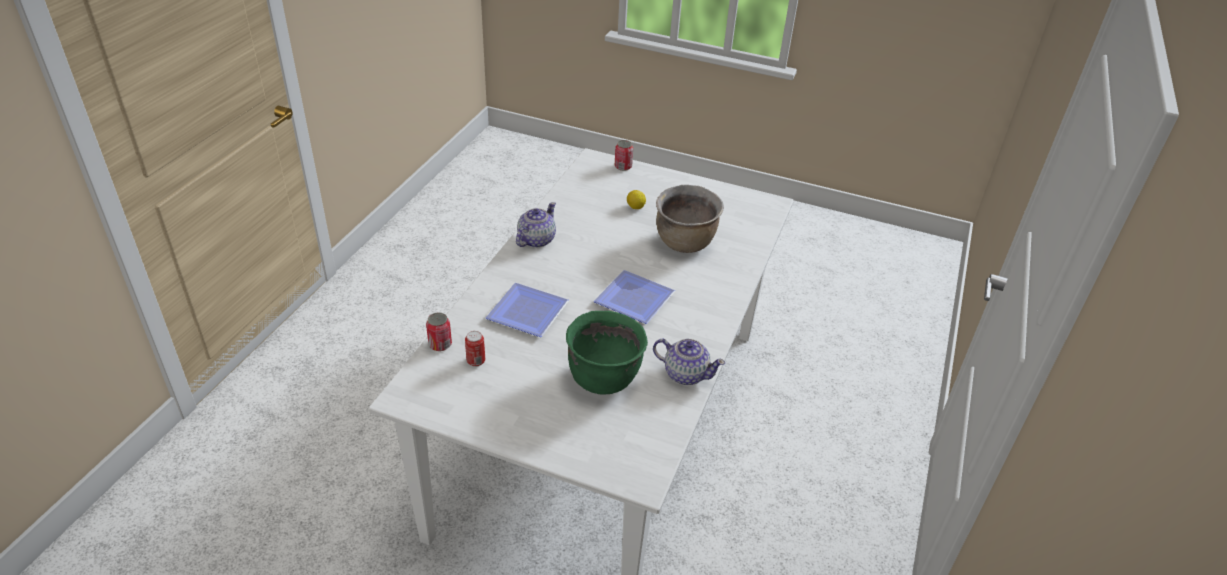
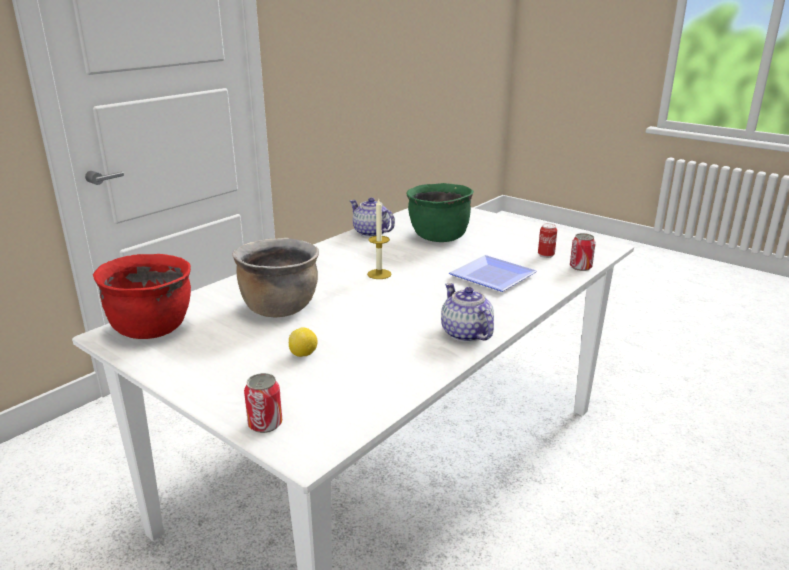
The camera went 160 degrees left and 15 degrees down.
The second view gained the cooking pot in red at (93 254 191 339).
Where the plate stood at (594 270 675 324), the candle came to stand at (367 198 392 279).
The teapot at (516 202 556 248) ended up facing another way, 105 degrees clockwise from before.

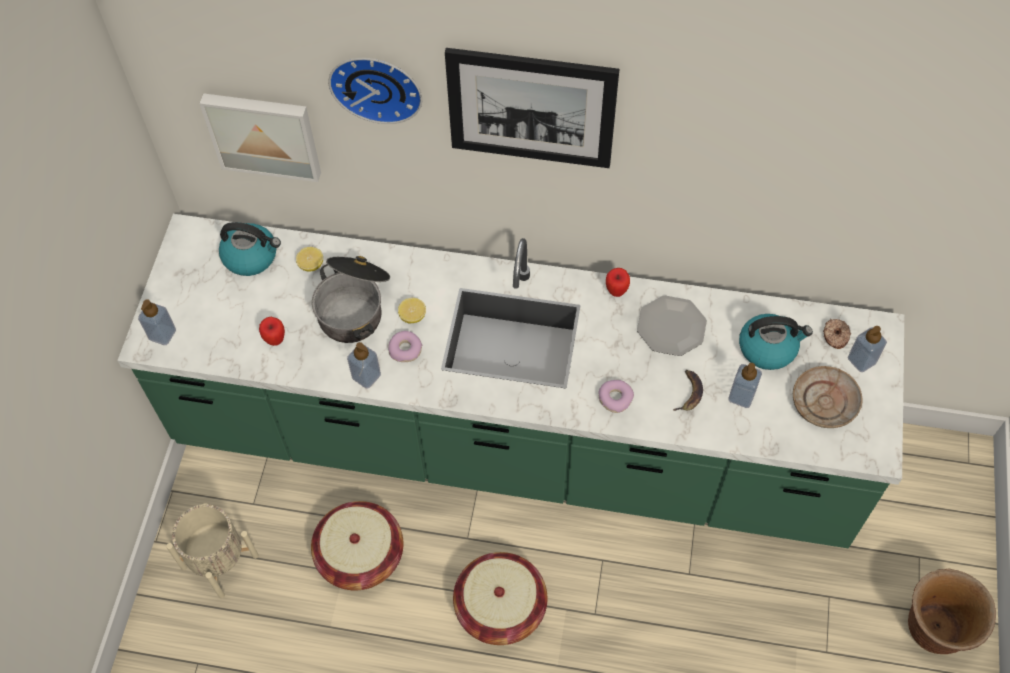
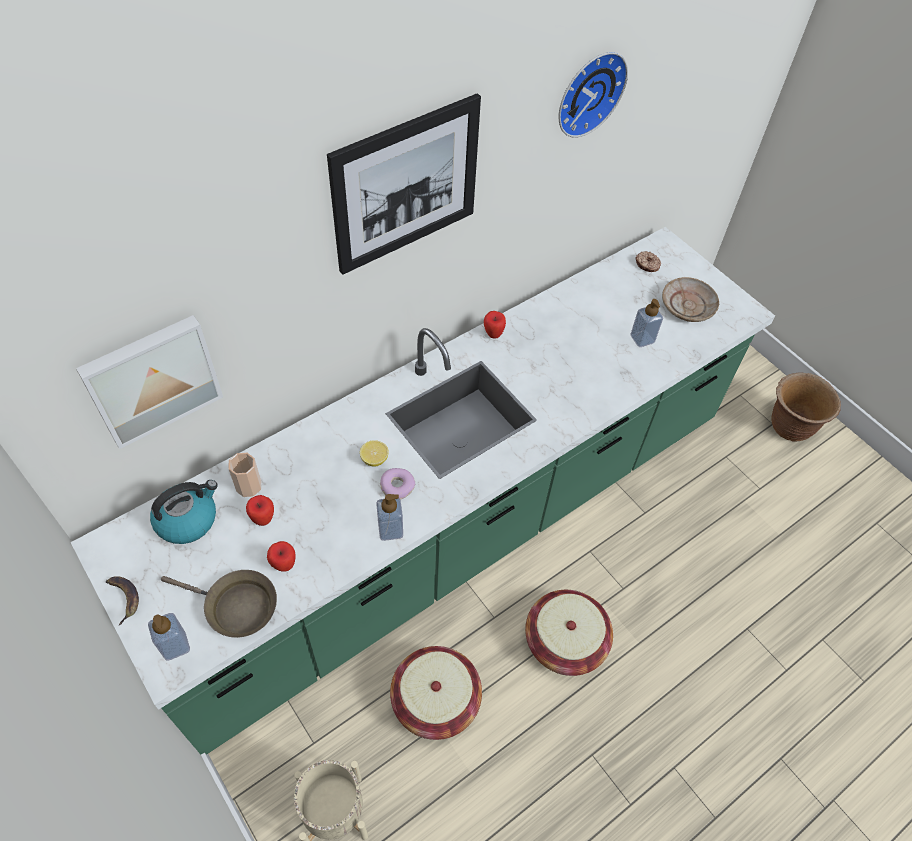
The camera went 50 degrees left and 5 degrees down.
The banana ended up elsewhere, having gone from (673 370 703 411) to (106 576 139 625).
The second view gained the frying pan in brown at (161 570 277 638).
Where the lemon stood at (296 247 323 272), the cup came to stand at (228 453 261 497).
The second view gained the apple at (246 495 274 526).
The wall clock ended up elsewhere, having gone from (328 58 422 124) to (559 52 628 138).
The second view lost the cooking pot at (312 256 390 343).
The second view lost the donut at (598 380 634 413).
The second view lost the plate at (637 295 707 356).
The second view lost the kettle at (739 314 813 370).
The second view lost the soap dispenser at (848 326 887 372).

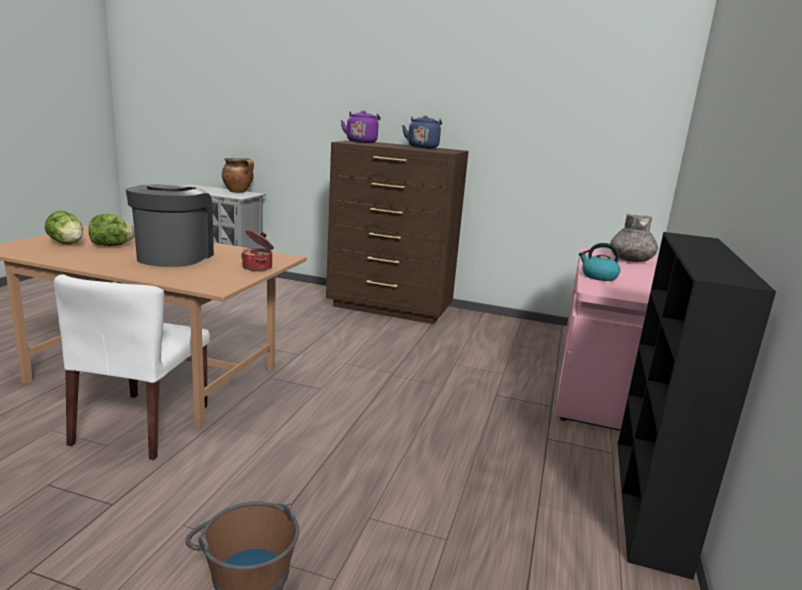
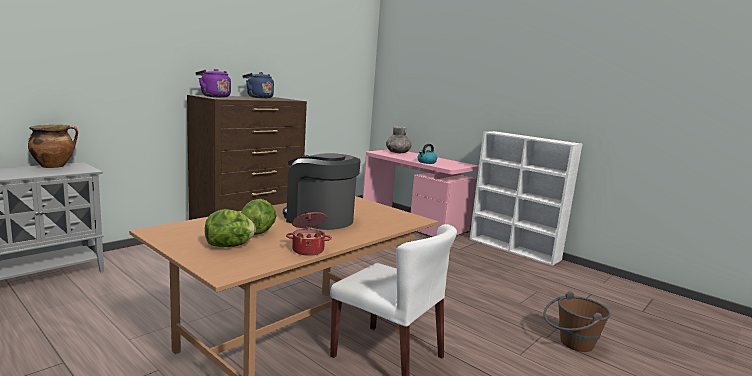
The camera went 65 degrees left and 5 degrees down.
The cooking pot ended up elsewhere, having gone from (241 230 274 271) to (286 211 332 256).
What was the bookcase in black at (618 232 776 580) turned into the bookcase in white at (470 131 582 266).

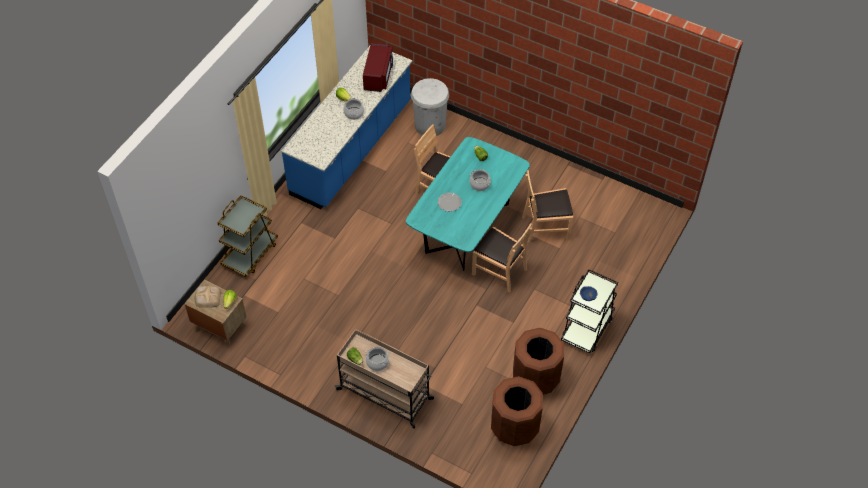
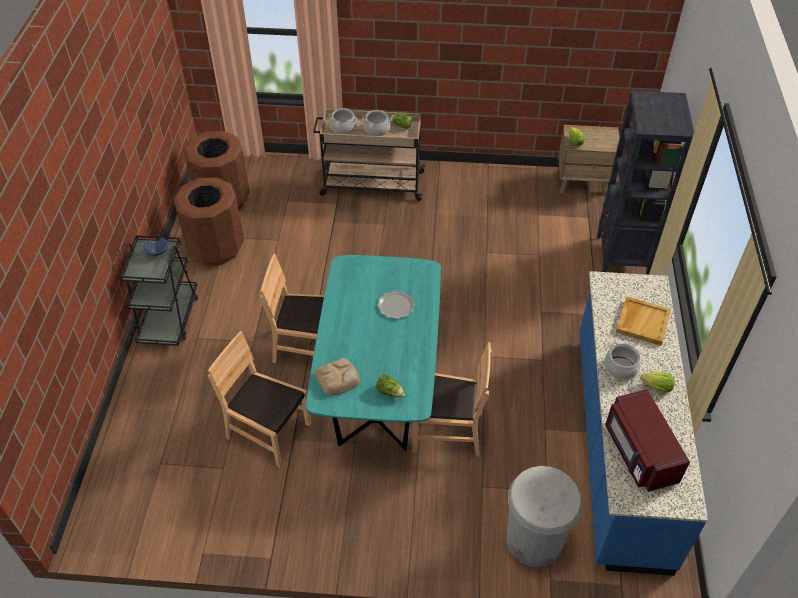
The camera went 155 degrees right and 5 degrees down.
The chair in brown at (522 170 573 243) ended up facing another way, 120 degrees counterclockwise from before.
The bread ended up elsewhere, having gone from (194 286 221 308) to (315 358 360 396).
The cooking pot ended up elsewhere, having gone from (470 169 491 191) to (329 108 357 134).
Where the cart in brown stood at (218 195 278 277), the bookcase in black came to stand at (597 90 694 275).
The second view gained the tray in beige at (615 296 671 346).

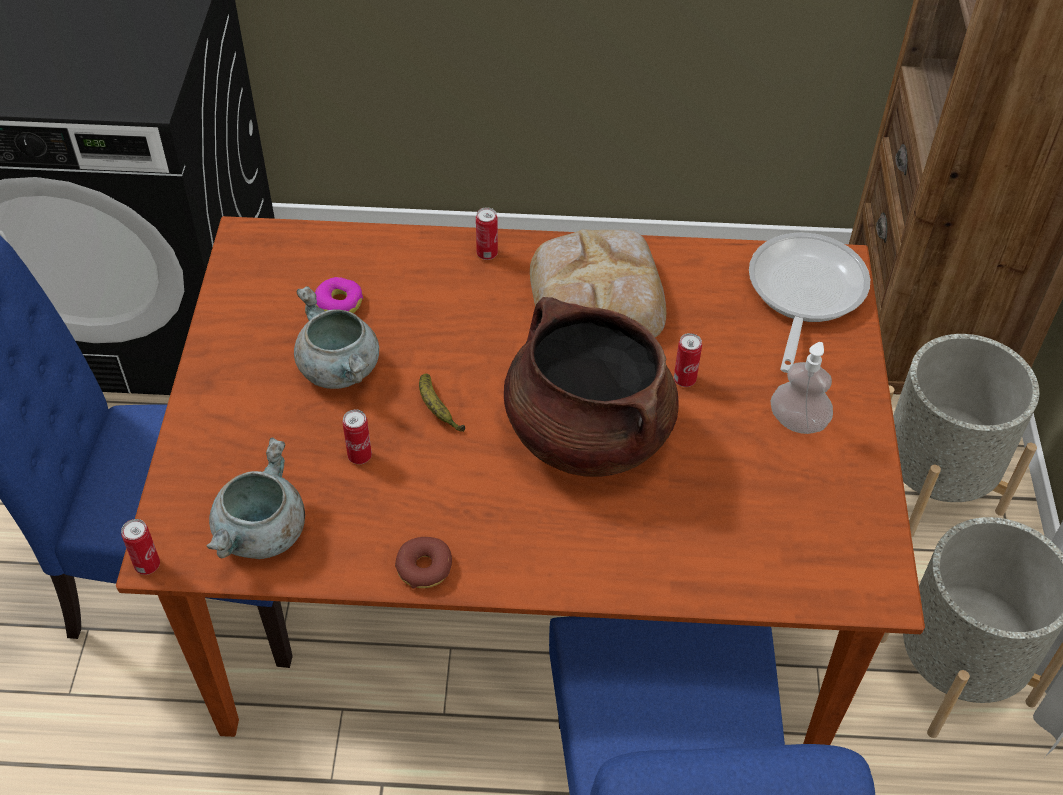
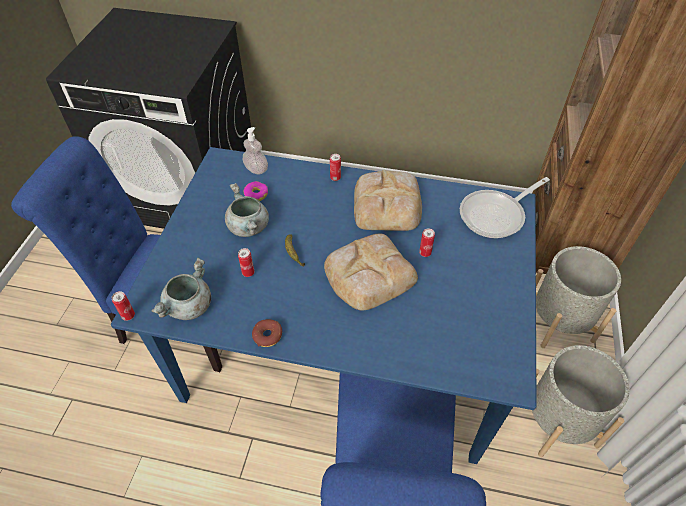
The camera went 10 degrees right and 0 degrees up.
What was the dining table in brown at (116 216 925 745) turned into the dining table in blue at (111 147 537 464).
The soap dispenser ended up elsewhere, having gone from (770 342 833 434) to (243 127 268 174).
Where the cooking pot in brown stood at (504 297 679 477), the bread came to stand at (324 233 418 310).
The frying pan at (749 233 870 373) ended up facing another way, 150 degrees counterclockwise from before.

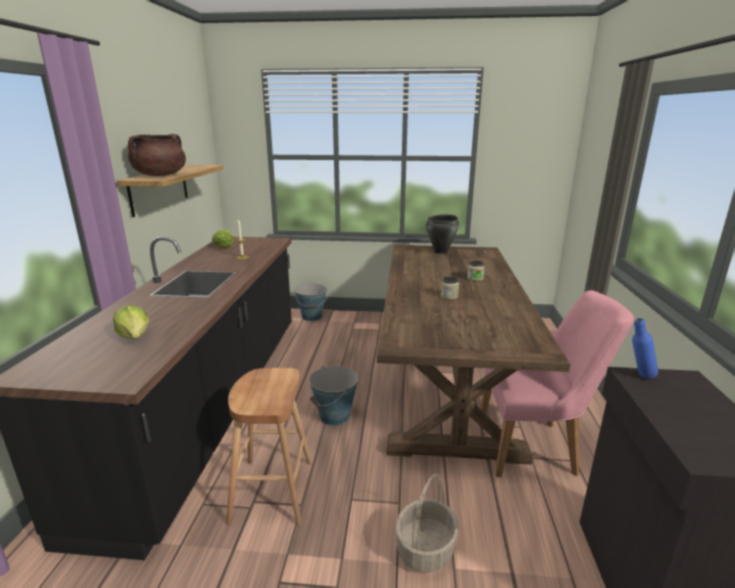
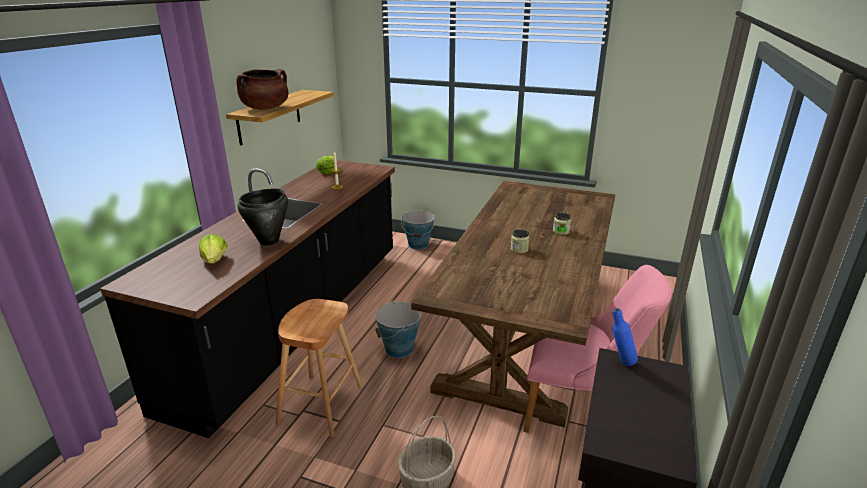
The camera went 15 degrees right and 5 degrees up.
The cooking pot in black ended up elsewhere, having gone from (426 214 459 254) to (238 188 288 246).

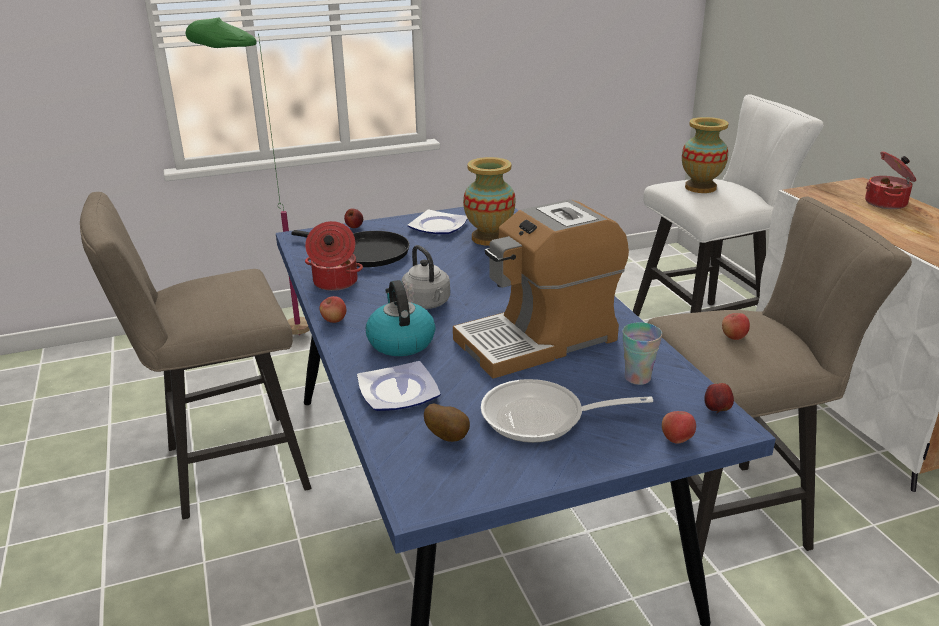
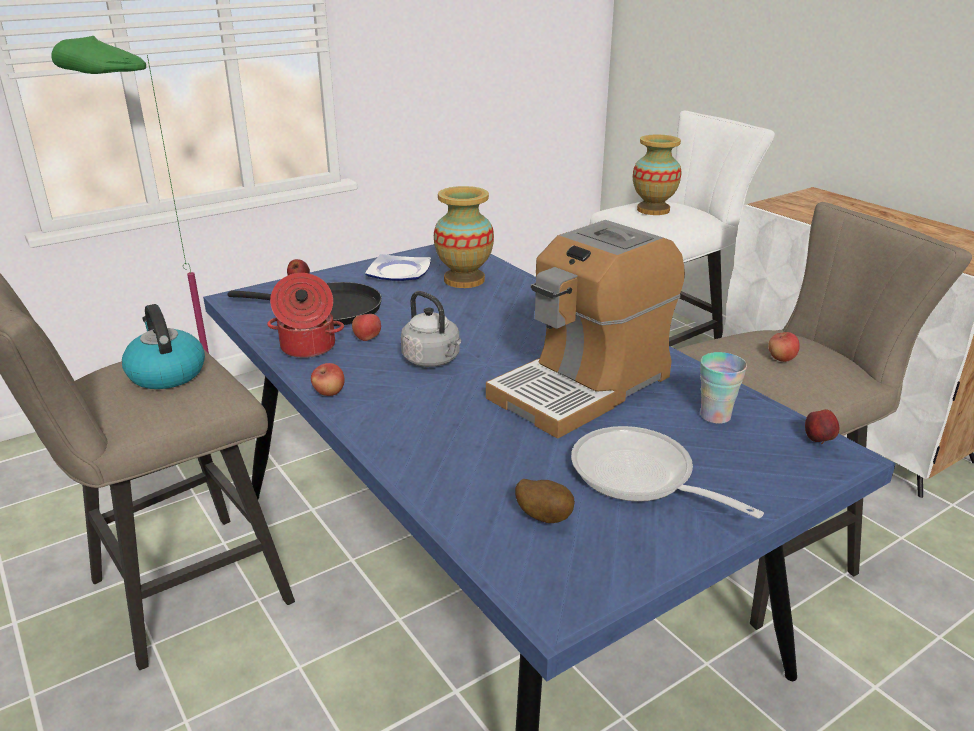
The camera went 15 degrees left and 0 degrees up.
The kettle ended up elsewhere, having gone from (366 280 435 356) to (122 304 205 389).
The apple ended up elsewhere, having gone from (662 411 696 443) to (352 314 381 341).
The frying pan at (481 379 653 443) ended up facing another way, 60 degrees clockwise from before.
The second view lost the plate at (357 361 441 411).
The second view lost the cooking pot at (865 151 916 209).

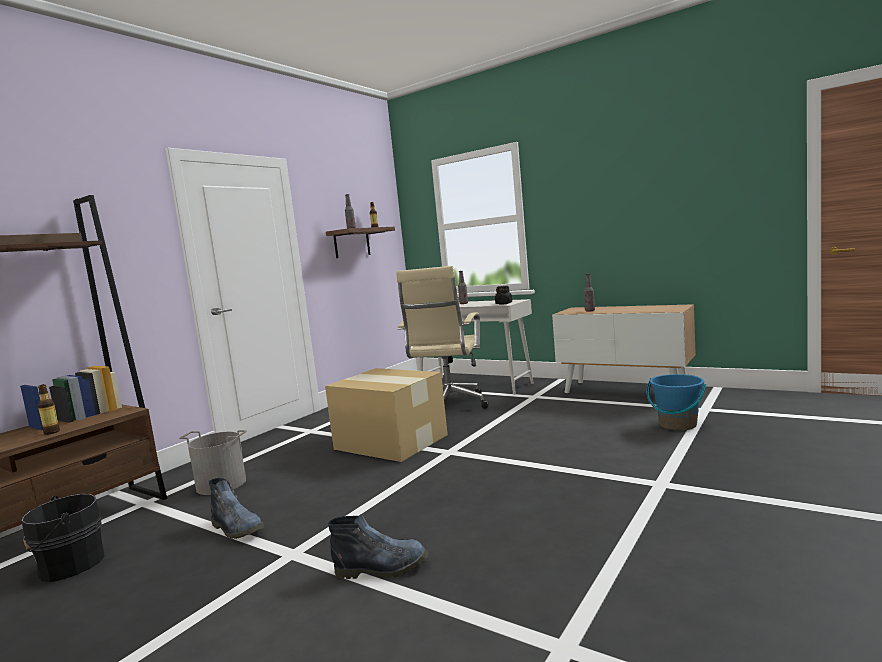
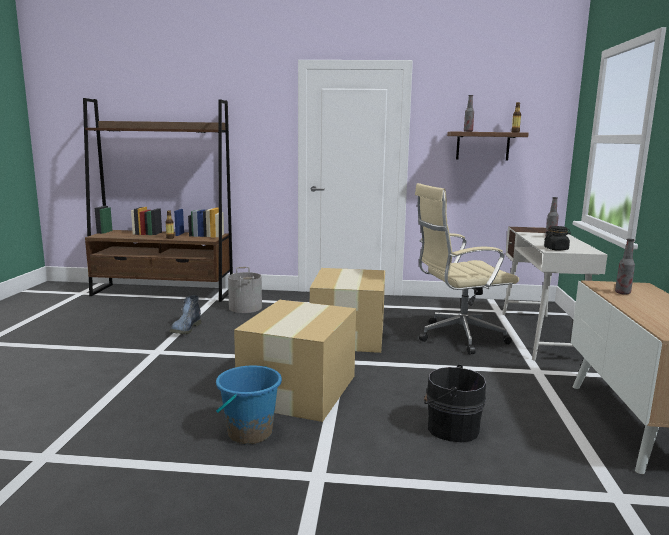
The camera went 60 degrees right and 5 degrees up.
The bucket in blue ended up elsewhere, having gone from (647 374 706 431) to (216 366 282 444).
The second view gained the cardboard box at (234 300 356 422).
The bucket in black ended up elsewhere, having gone from (22 494 105 582) to (424 364 486 442).
The second view lost the boot at (328 514 429 579).

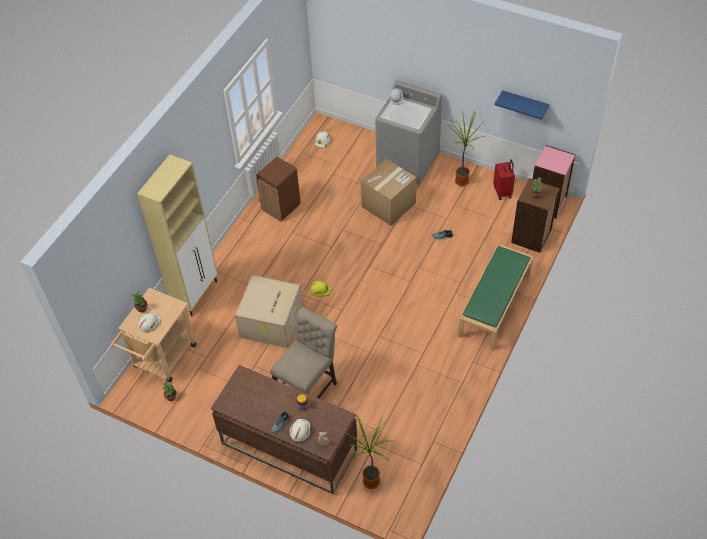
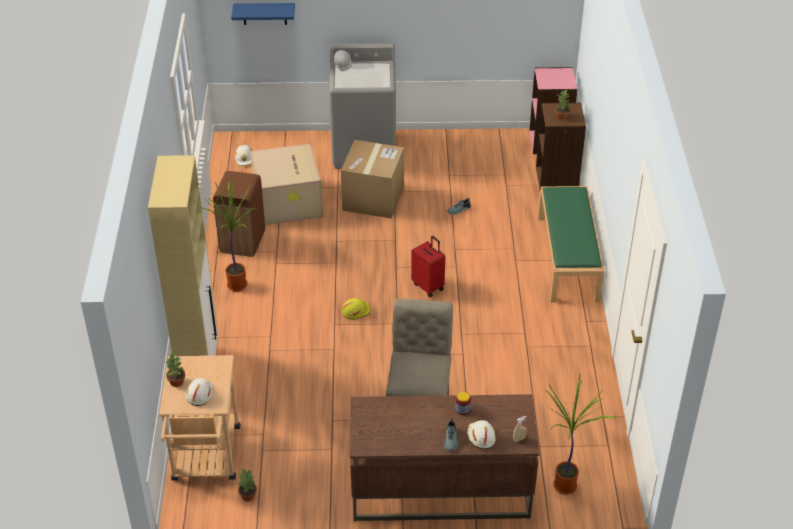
The camera went 30 degrees left and 10 degrees down.
The potted plant ended up elsewhere, having gone from (448 111 485 187) to (203 178 258 291).
The shelf in blue ended up elsewhere, having gone from (495 90 549 120) to (231 3 295 25).
The cardboard box ended up elsewhere, having gone from (235 275 303 348) to (250 143 323 225).
The suitcase in red ended up elsewhere, having gone from (493 160 515 200) to (411 236 445 297).

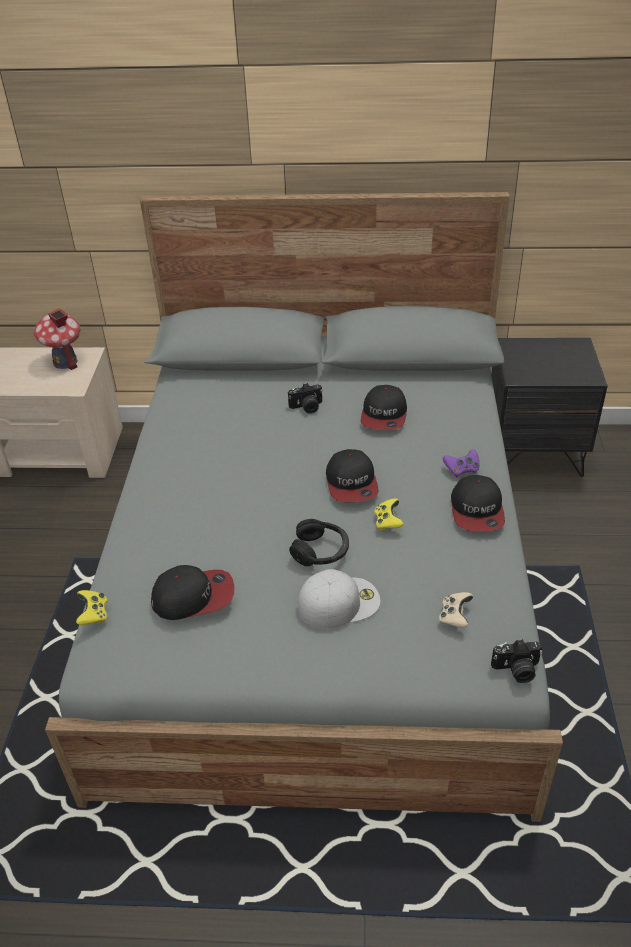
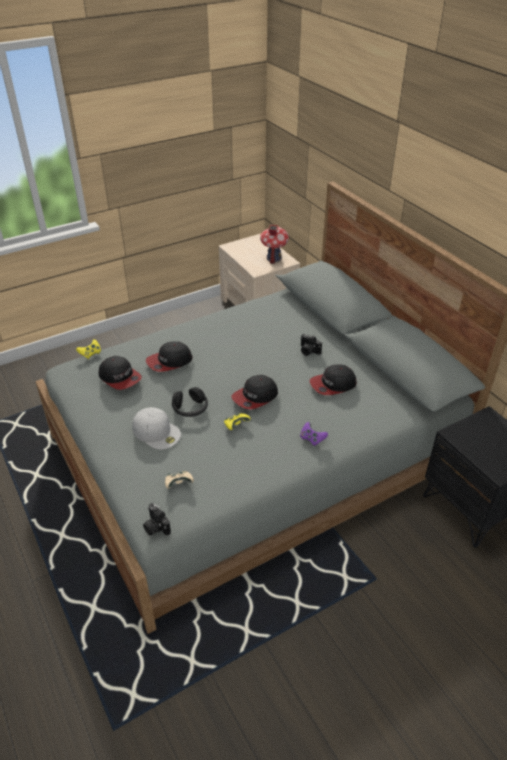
The camera went 55 degrees right and 0 degrees up.
The cap ended up elsewhere, having gone from (451 475 505 531) to (146 341 193 372).

